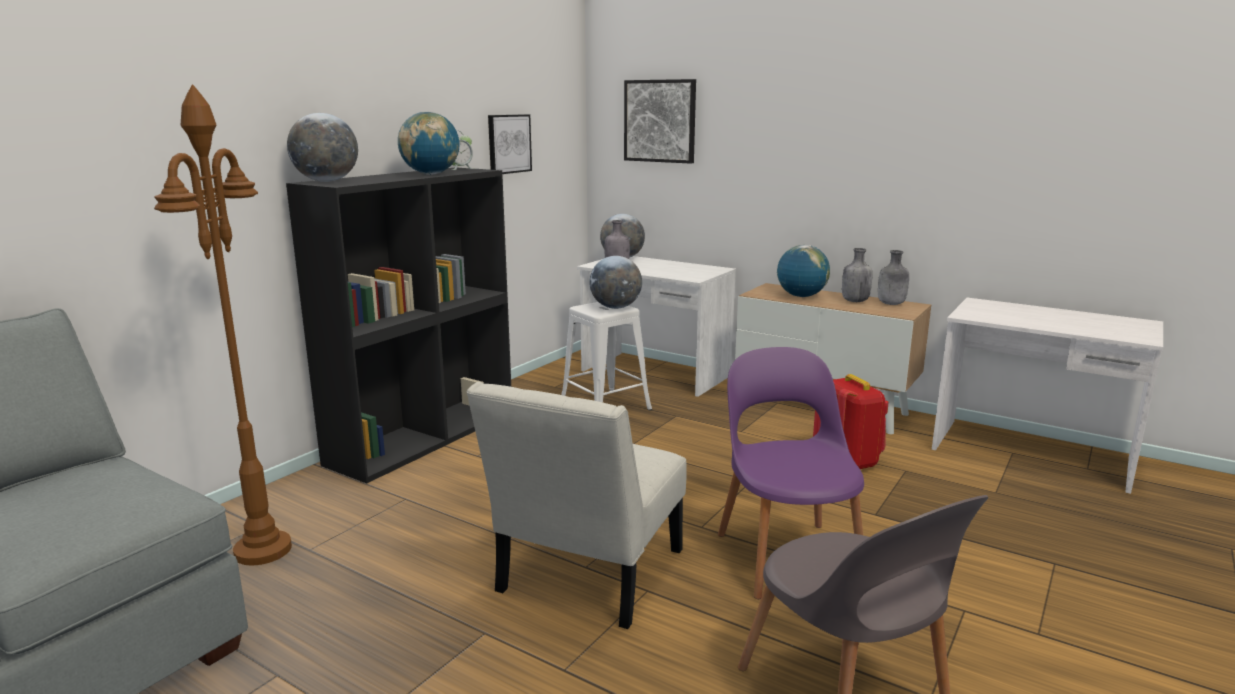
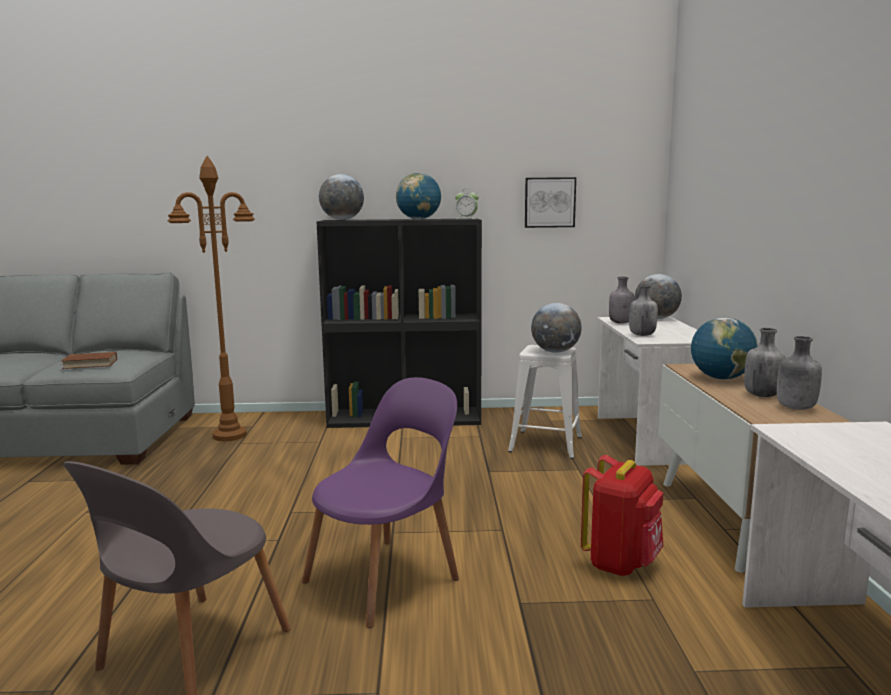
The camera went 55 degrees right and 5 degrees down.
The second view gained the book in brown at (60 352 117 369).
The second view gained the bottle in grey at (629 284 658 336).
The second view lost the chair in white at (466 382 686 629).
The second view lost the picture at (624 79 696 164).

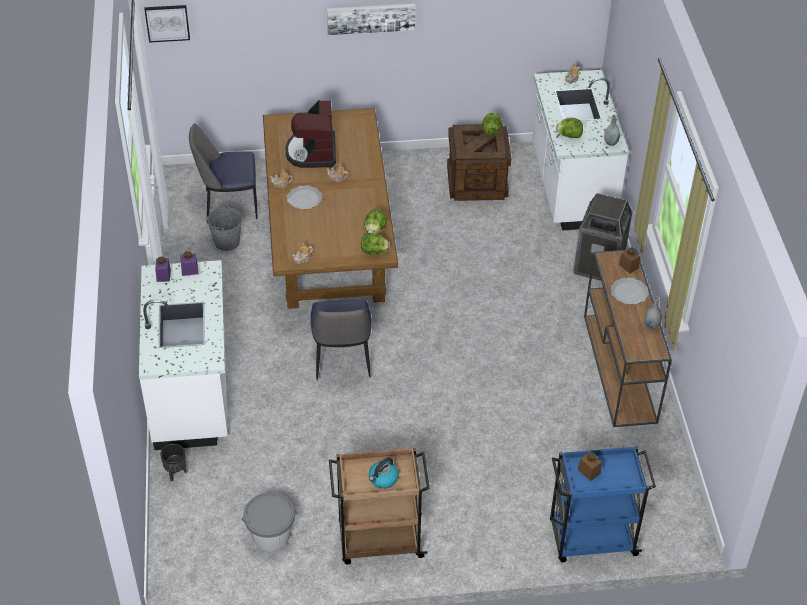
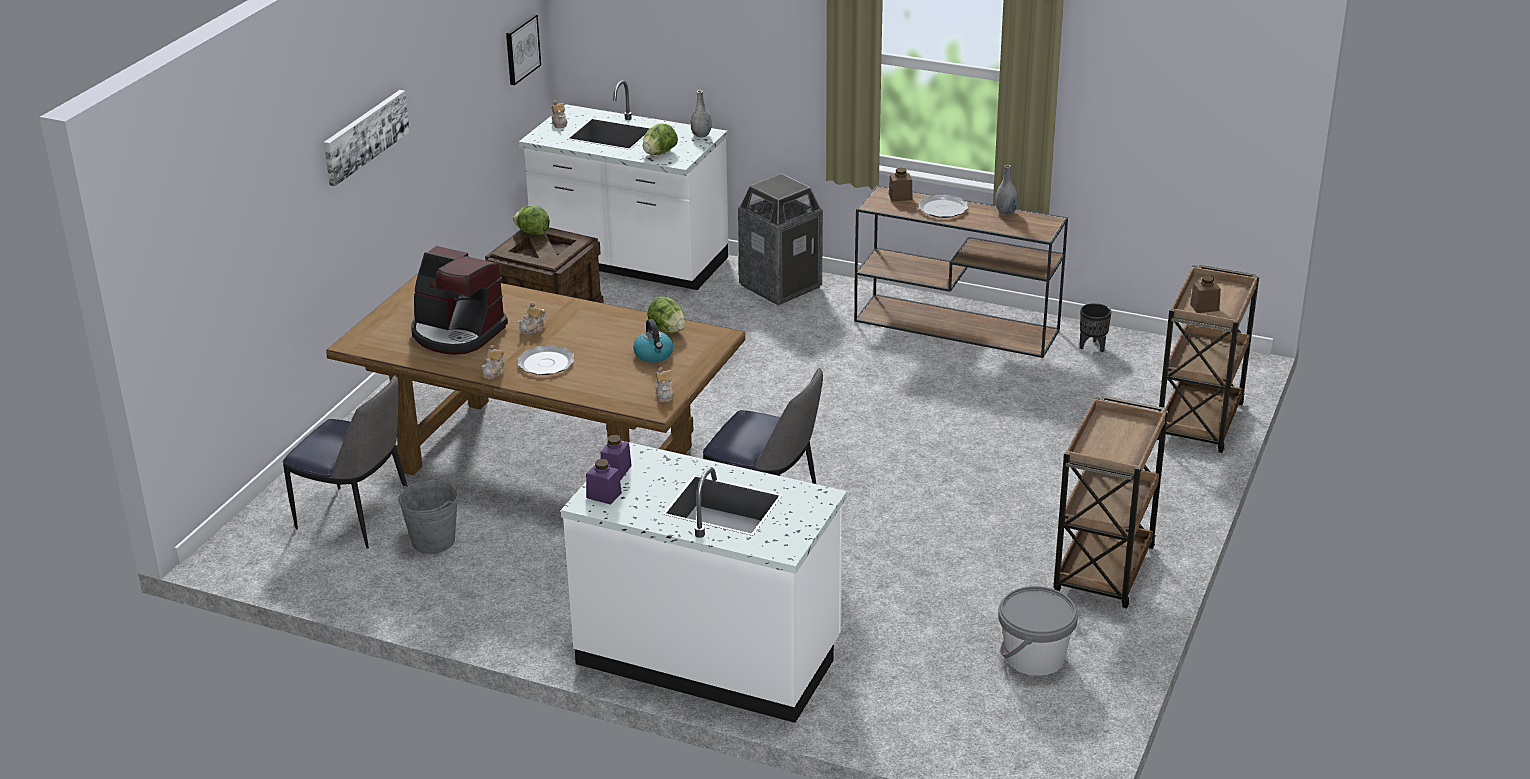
The camera went 60 degrees left and 15 degrees down.
The chair at (189 123 257 223) ended up facing another way, 90 degrees counterclockwise from before.
The picture ended up elsewhere, having gone from (145 5 190 43) to (506 14 541 85).
The kettle ended up elsewhere, having gone from (369 457 399 489) to (633 319 673 362).
The planter in black ended up elsewhere, having gone from (160 444 187 481) to (1080 303 1111 352).
What was the cart in blue at (550 446 656 562) turned into the cart in brown at (1157 265 1259 453).
The second view lost the lettuce at (361 233 390 255).

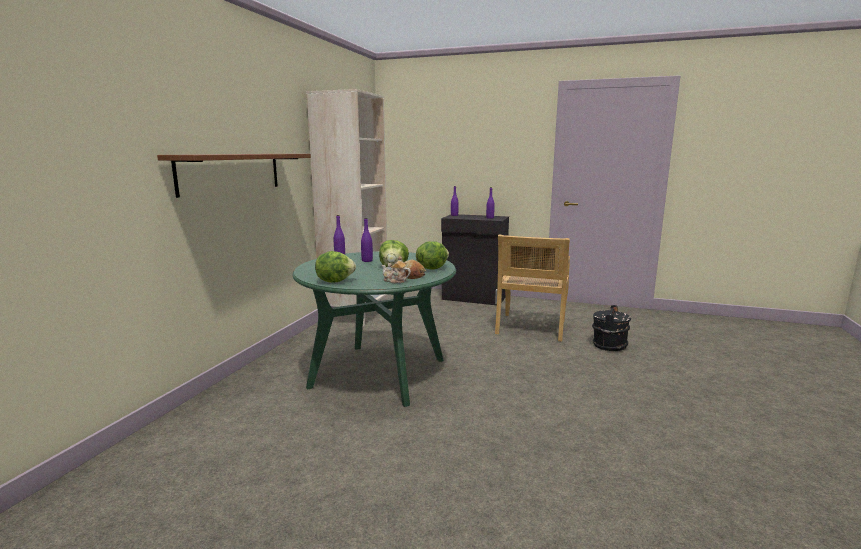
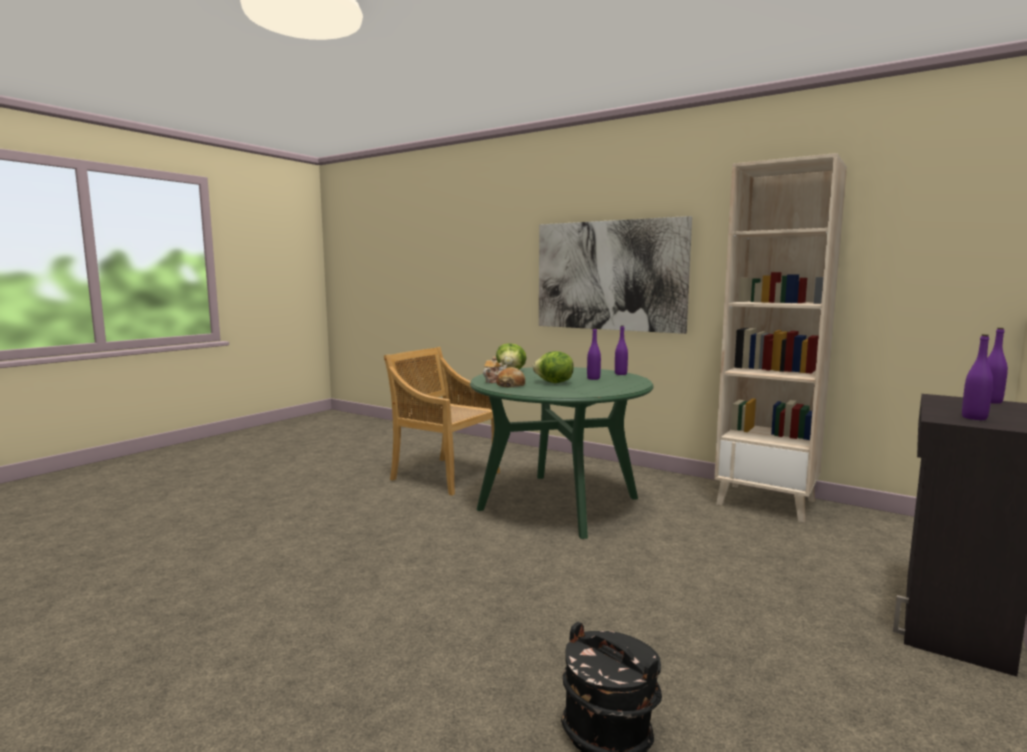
The camera went 105 degrees right and 5 degrees down.
The chair in beige ended up elsewhere, having gone from (495 235 570 342) to (384 347 500 496).
Where the shelf in brown hung at (157 154 311 198), the picture came to hang at (539 216 692 334).
The second view lost the lettuce at (416 241 449 270).

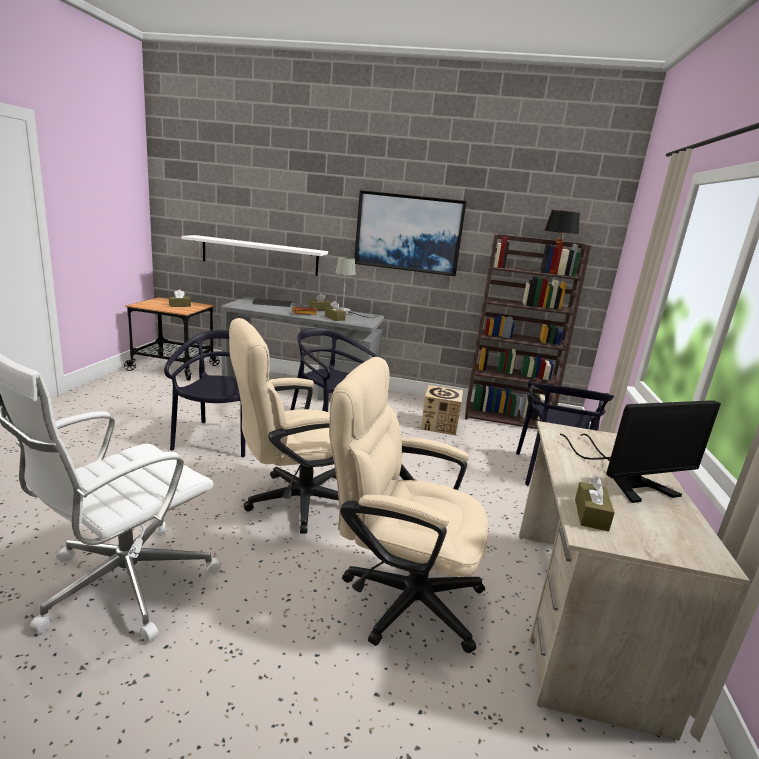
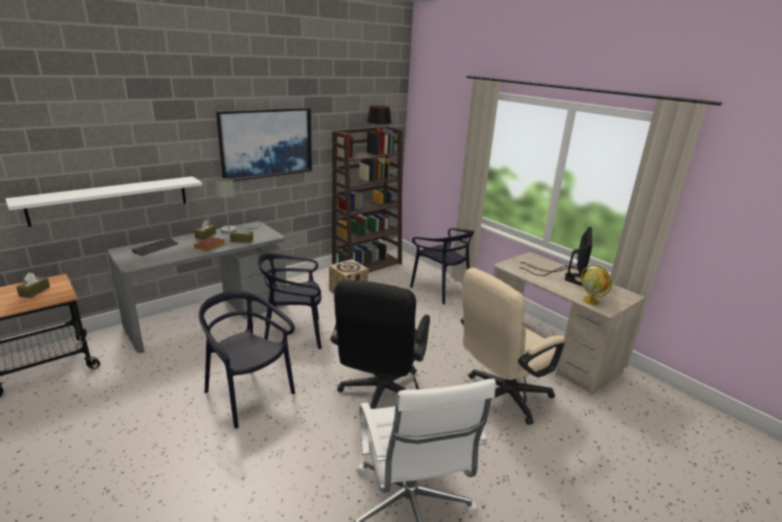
The camera went 50 degrees left and 5 degrees up.
What was the office chair in beige at (229 318 339 534) turned into the office chair in black at (331 280 430 409).
Where the tissue box in brown stood at (575 477 615 532), the globe came to stand at (581 265 612 305).

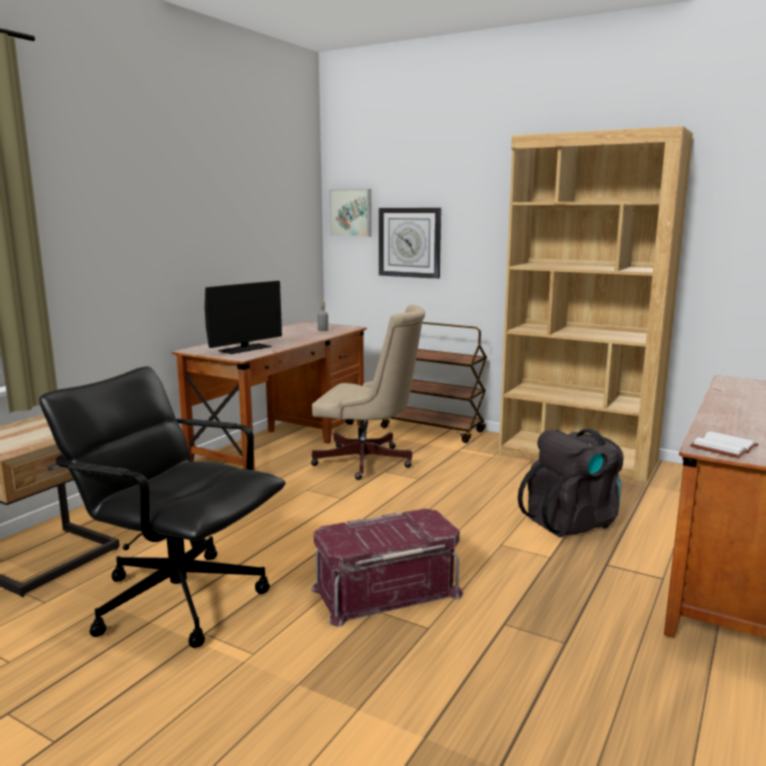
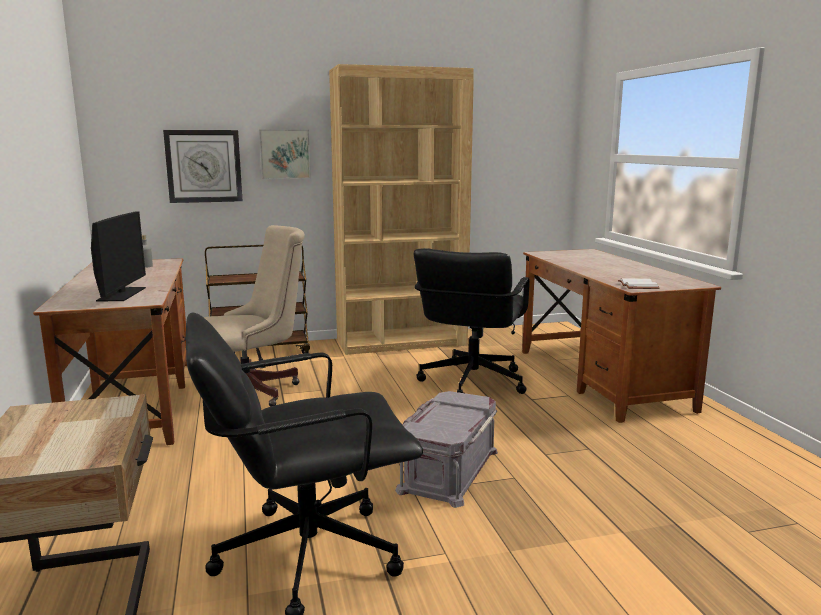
The camera went 45 degrees left and 0 degrees up.
The picture ended up elsewhere, having gone from (329 189 372 237) to (259 129 311 179).
What was the storage box in red at (311 508 463 627) turned into the storage box in grey at (395 391 498 508).
Where the backpack in black stood at (518 429 624 537), the office chair in black came to stand at (414 248 530 394).

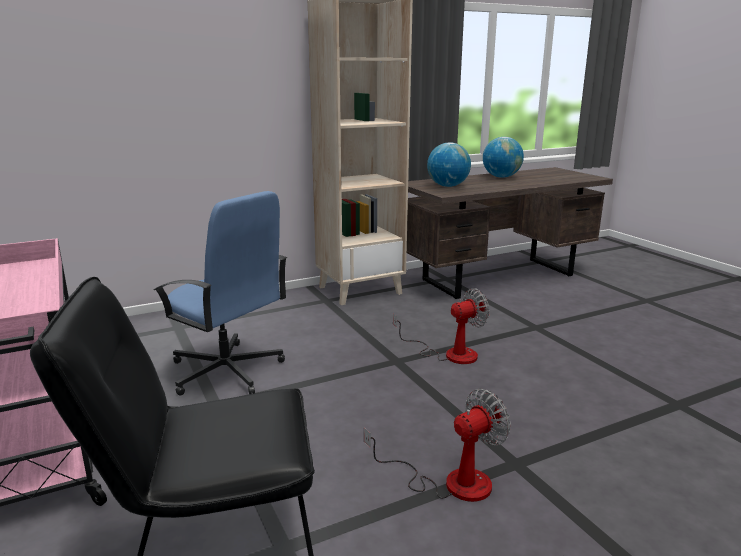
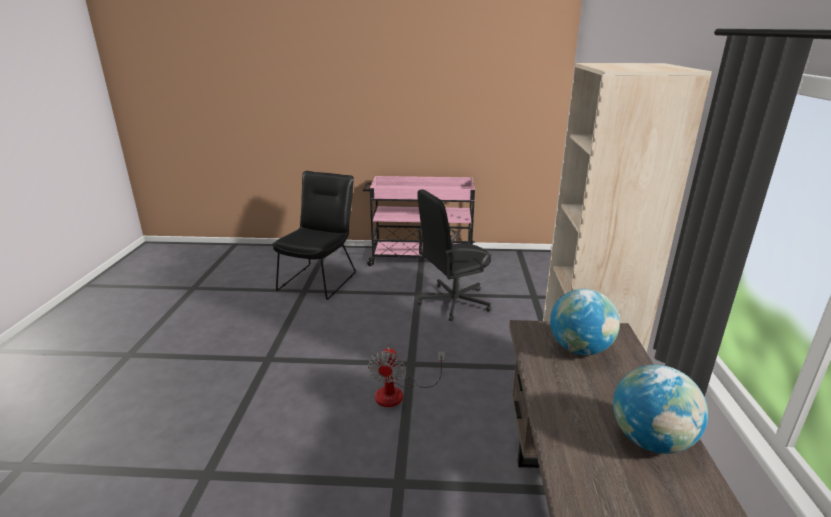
The camera went 120 degrees right and 5 degrees up.
What was the office chair in blue at (154 191 287 396) turned into the office chair in black at (417 189 492 321).
The second view lost the fan at (364 389 511 502).

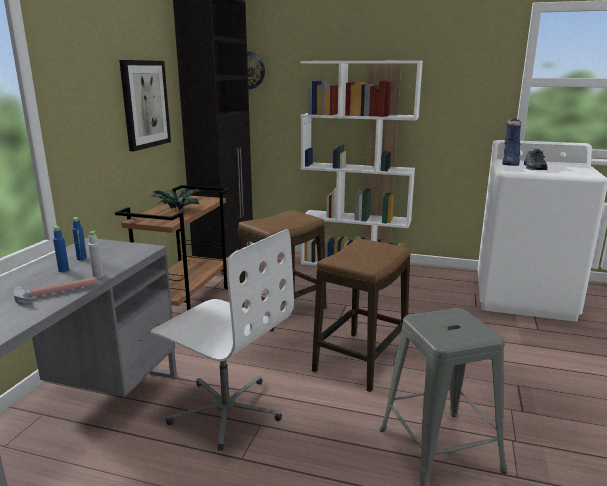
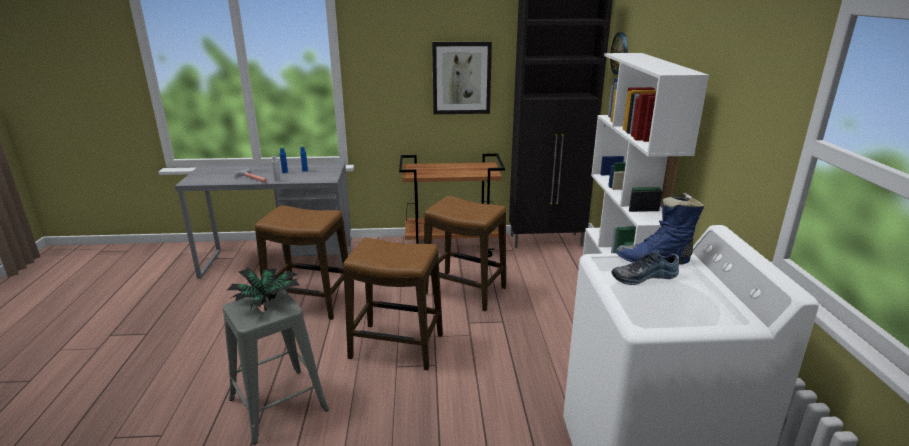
The camera went 70 degrees right and 5 degrees up.
The potted plant ended up elsewhere, having gone from (150 188 201 210) to (227 267 301 310).
Where the office chair in white stood at (151 229 294 451), the stool came to stand at (255 205 348 320).

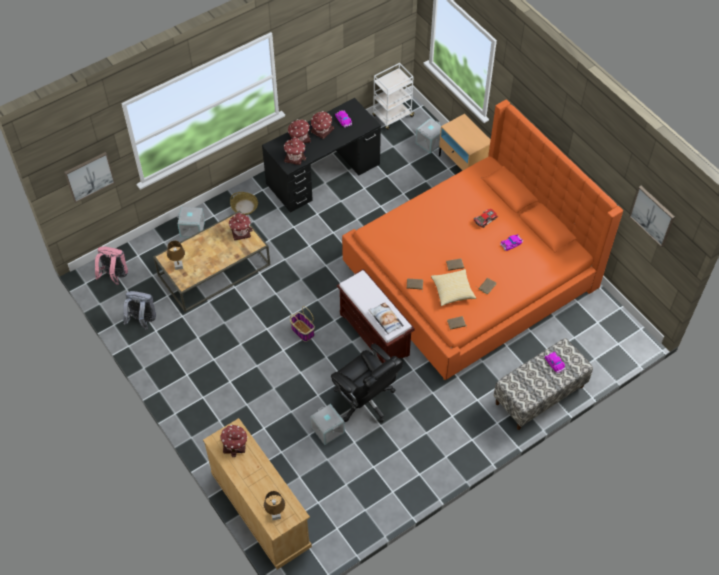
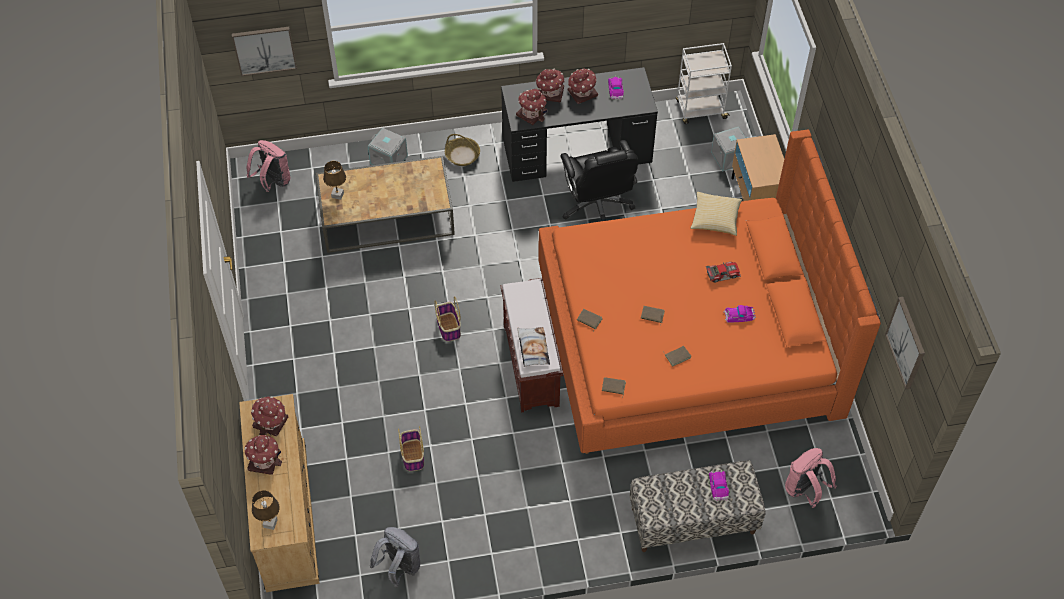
The camera went 25 degrees right and 0 degrees up.
The toy house ended up elsewhere, having gone from (229 213 253 241) to (244 435 282 475).
The backpack in grey ended up elsewhere, having gone from (123 291 156 330) to (370 527 421 587).
Where the storage box in grey stood at (310 404 345 445), the basket came to stand at (398 426 424 471).
The office chair in black ended up elsewhere, having gone from (331 343 403 422) to (560 140 638 221).
The pillow ended up elsewhere, having gone from (431 269 476 306) to (691 192 742 236).
The second view gained the backpack in pink at (785 448 836 508).

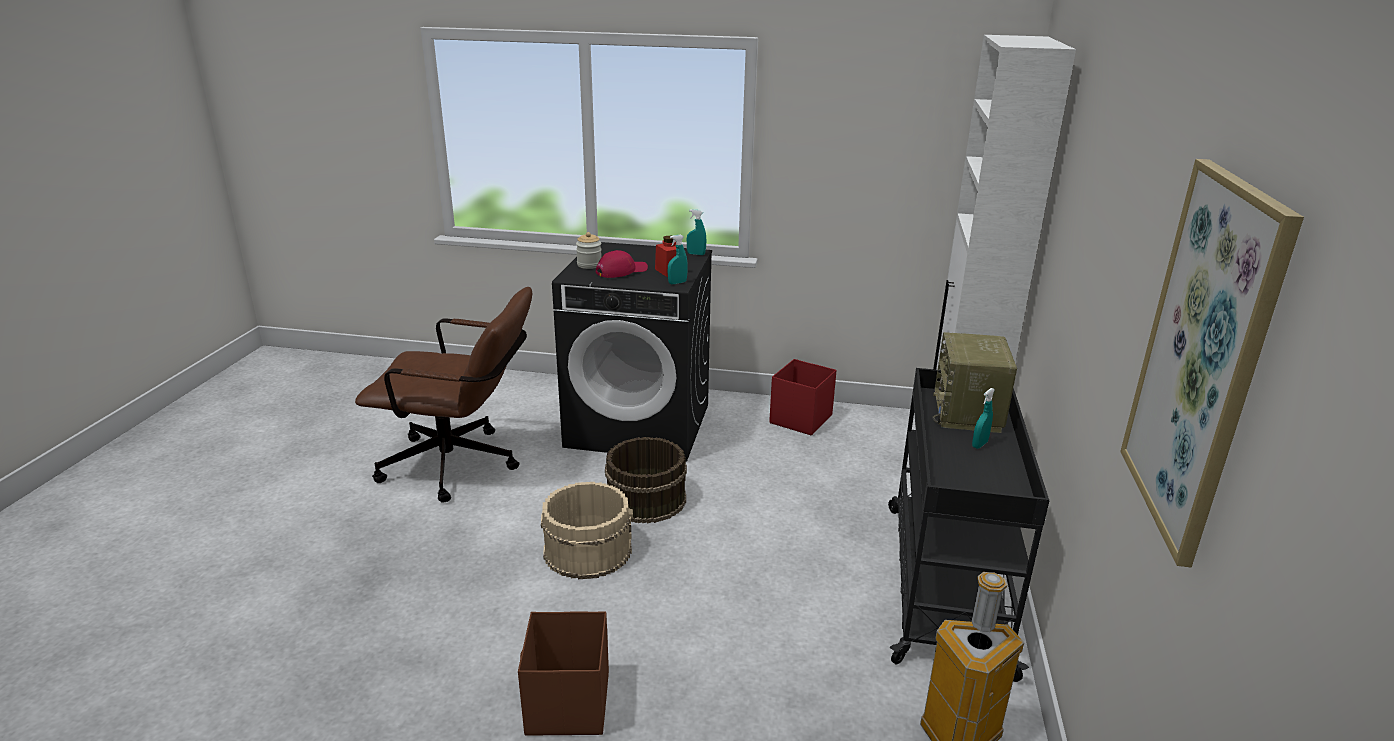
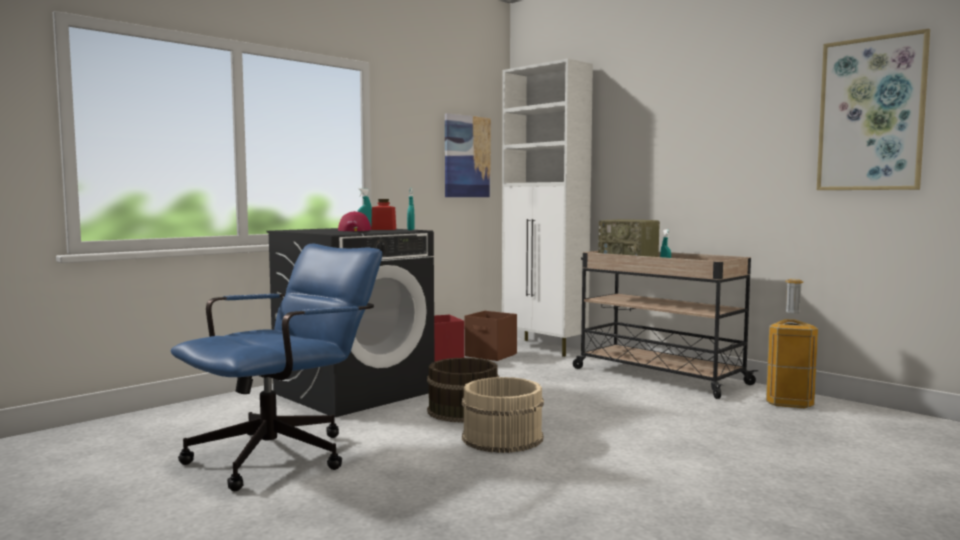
The camera went 55 degrees left and 20 degrees down.
What was the office chair in brown at (355 287 532 503) turned into the office chair in blue at (171 244 382 491).
The second view gained the picture at (445 113 491 197).
The storage box in brown ended up elsewhere, having gone from (518 611 609 736) to (465 311 517 361).
What was the cart in black at (888 368 1049 682) turned into the cart in beige at (573 251 758 399).
The second view lost the jar at (576 232 602 269).

